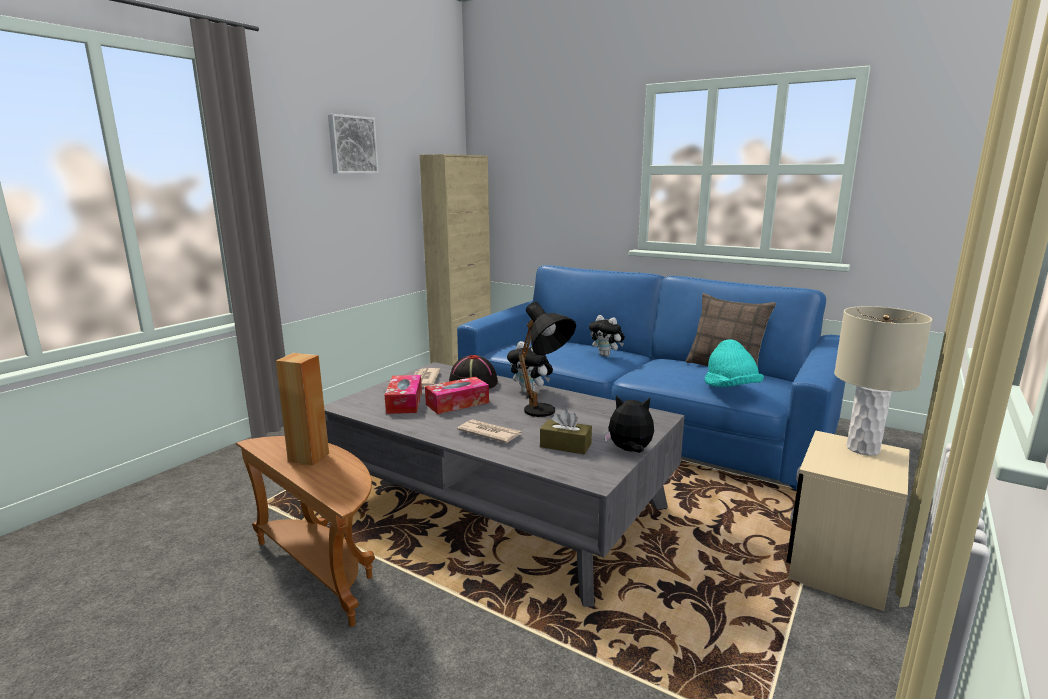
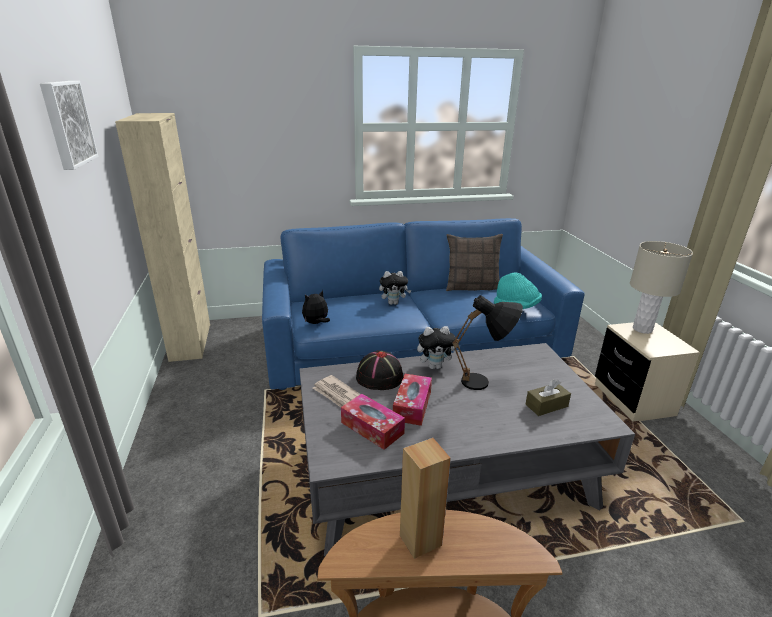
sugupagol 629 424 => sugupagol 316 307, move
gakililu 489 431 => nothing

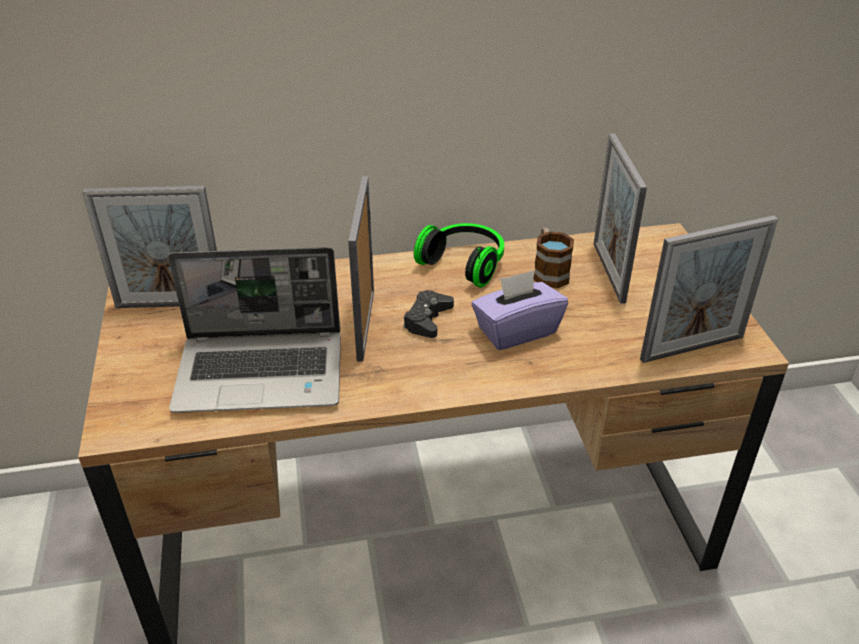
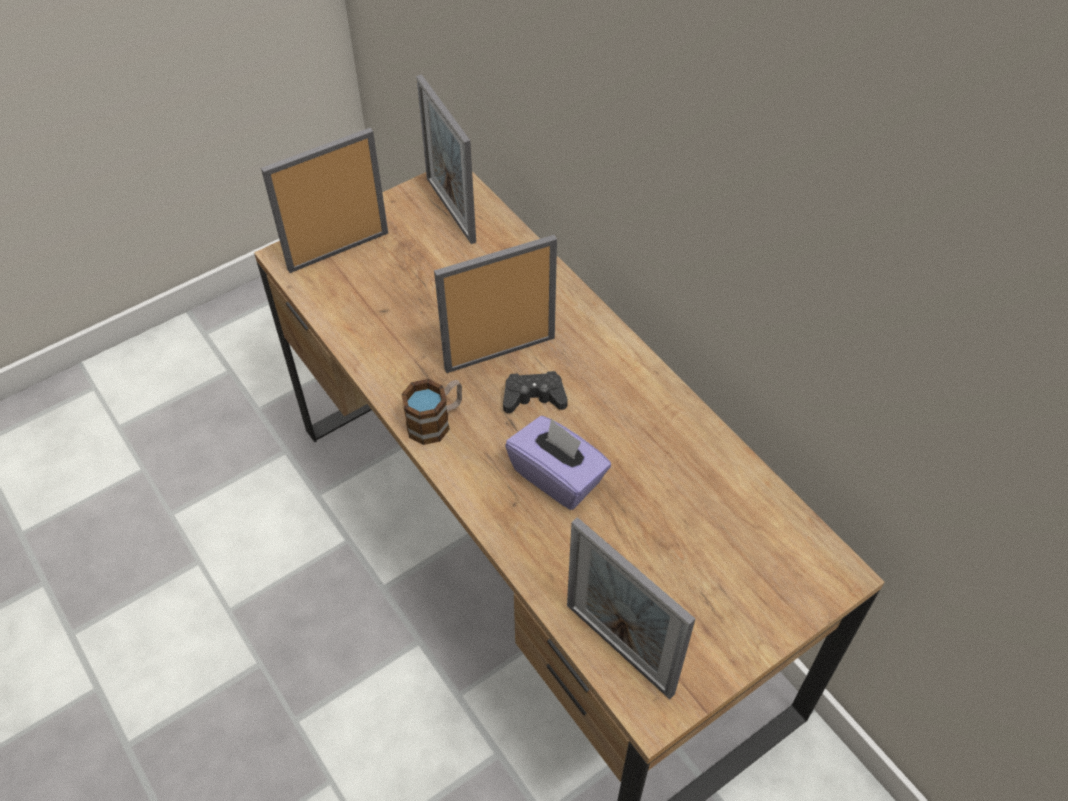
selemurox 620 218 => selemurox 324 200, move
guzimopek 554 257 => guzimopek 431 412, move
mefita 255 330 => nothing
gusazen 459 255 => nothing

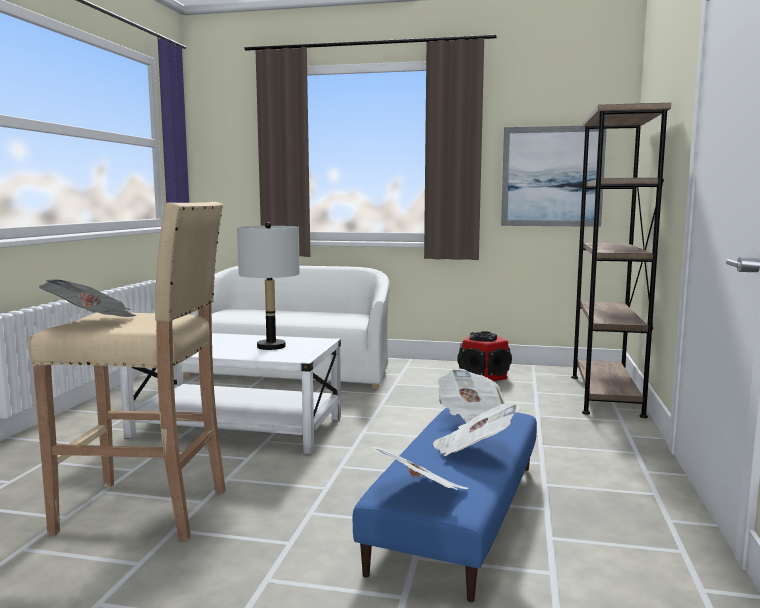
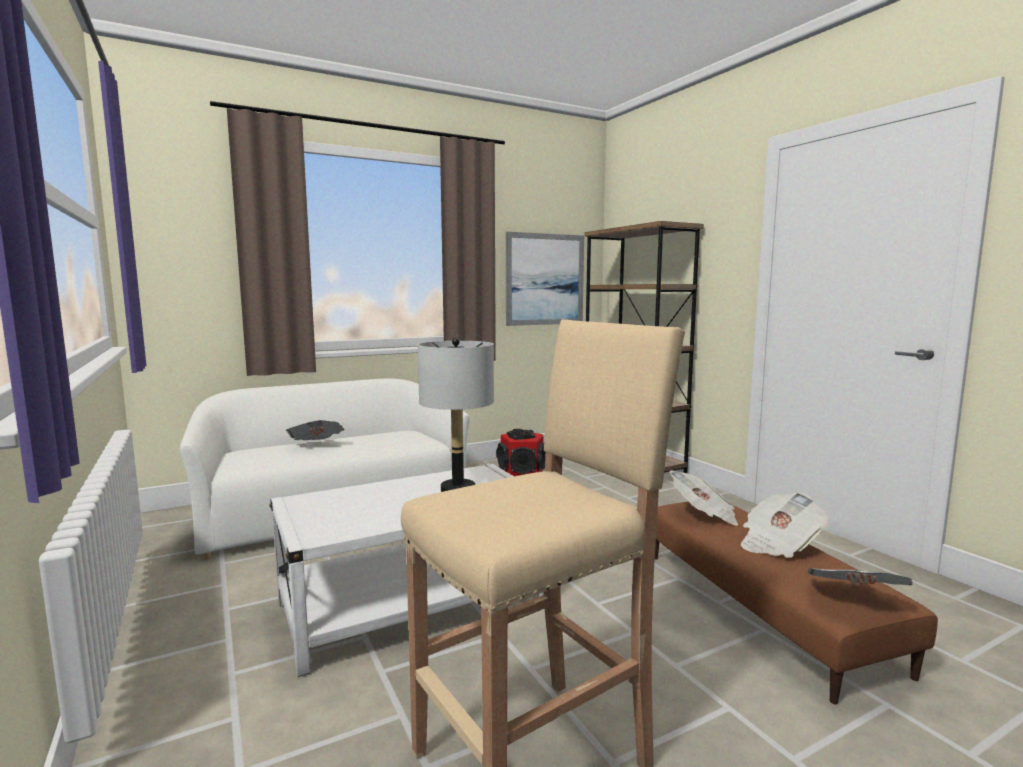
gakililu 87 298 => gakililu 315 430, move
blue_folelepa 445 504 => brown_folelepa 796 603

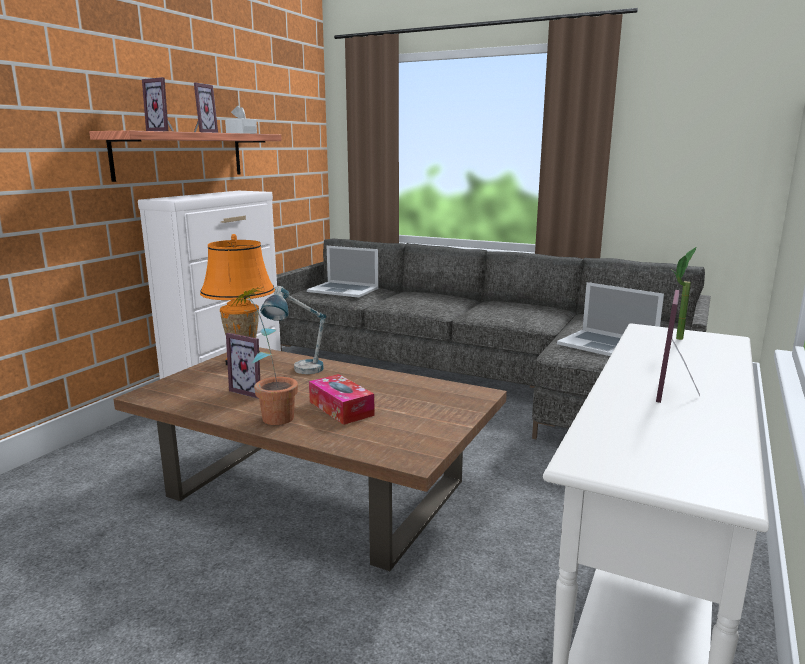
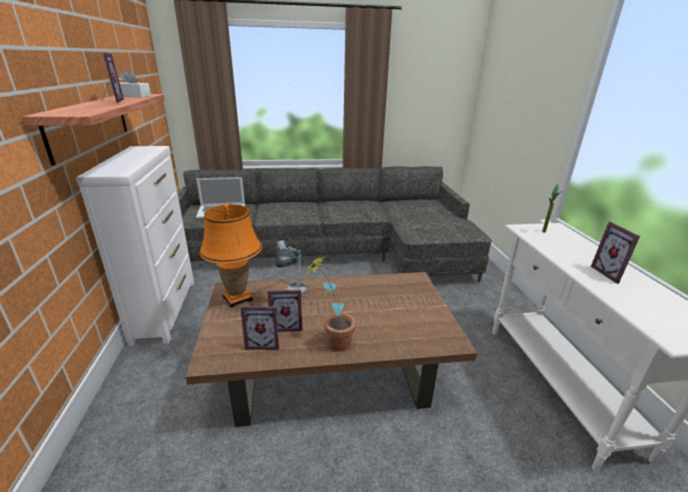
selemurox 158 104 => selemurox 259 328, move
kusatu 342 399 => nothing
mefita 610 319 => nothing

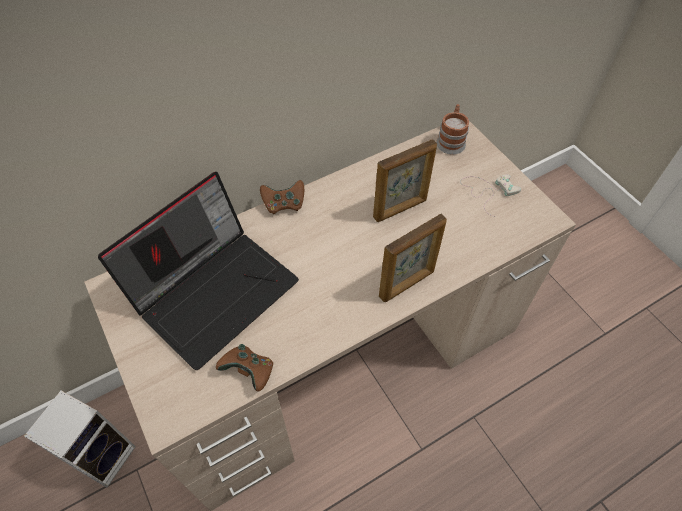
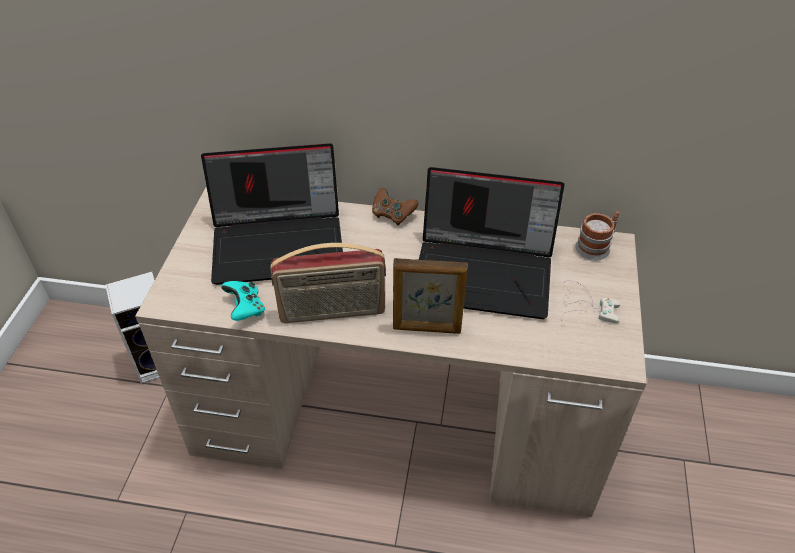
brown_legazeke 244 368 => turquoise_legazeke 243 301
nothing => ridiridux 328 283
selemurox 405 180 => mefita 492 243

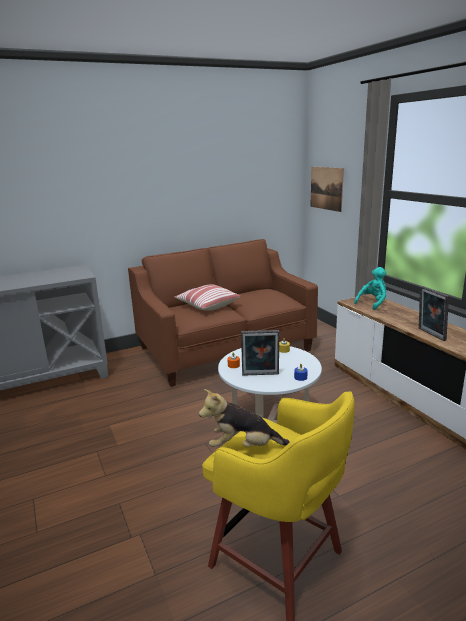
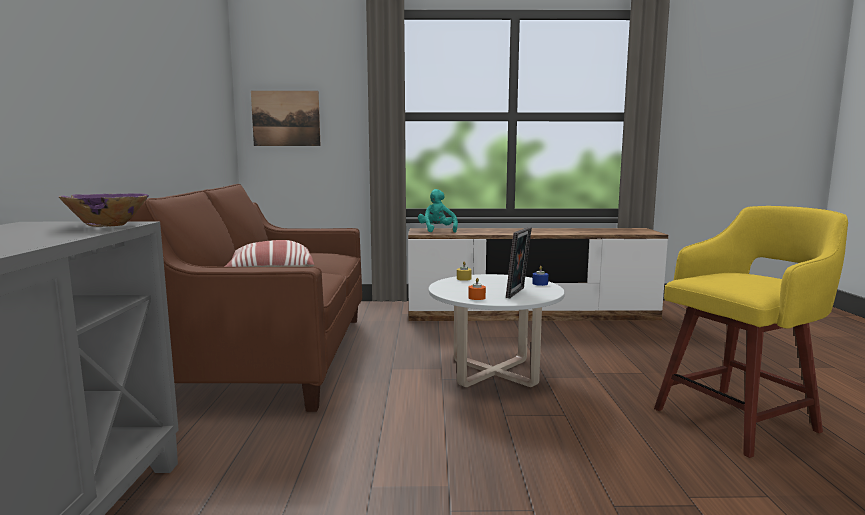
nothing => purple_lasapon 104 210
sugupagol 244 418 => nothing
selemurox 434 313 => nothing

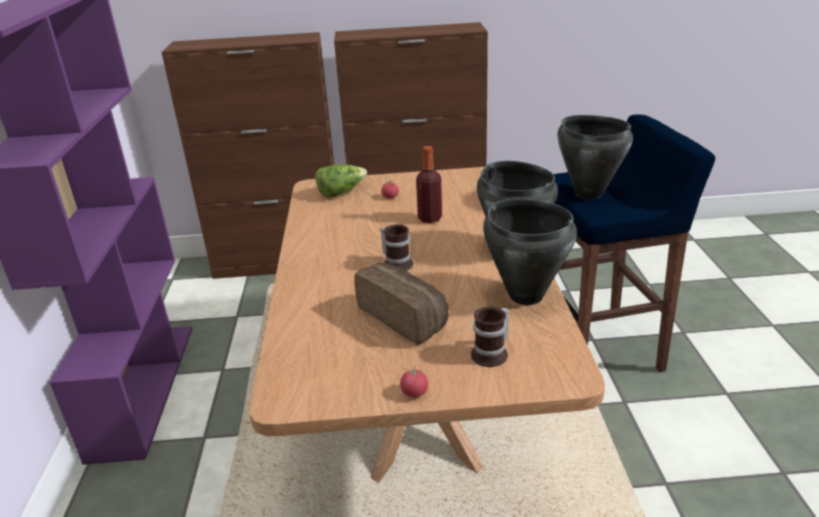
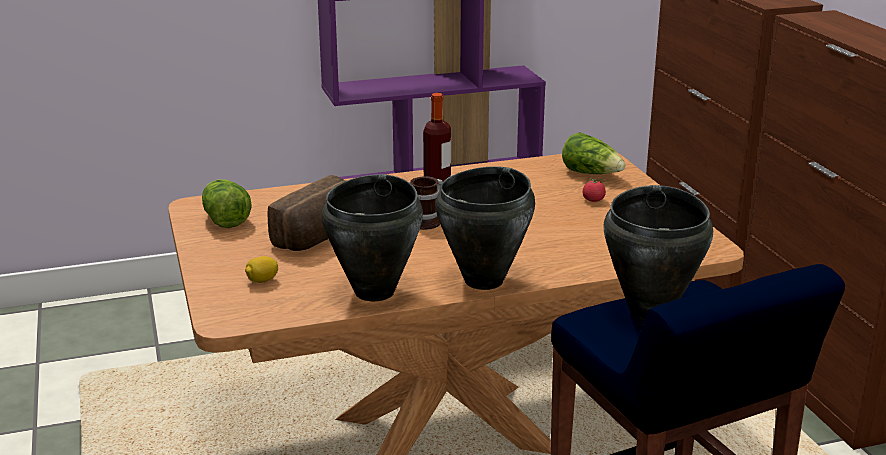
nothing => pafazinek 227 204
guzimopek 490 336 => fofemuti 261 269
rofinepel 429 184 => rofinepel 437 137, move
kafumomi 414 381 => nothing

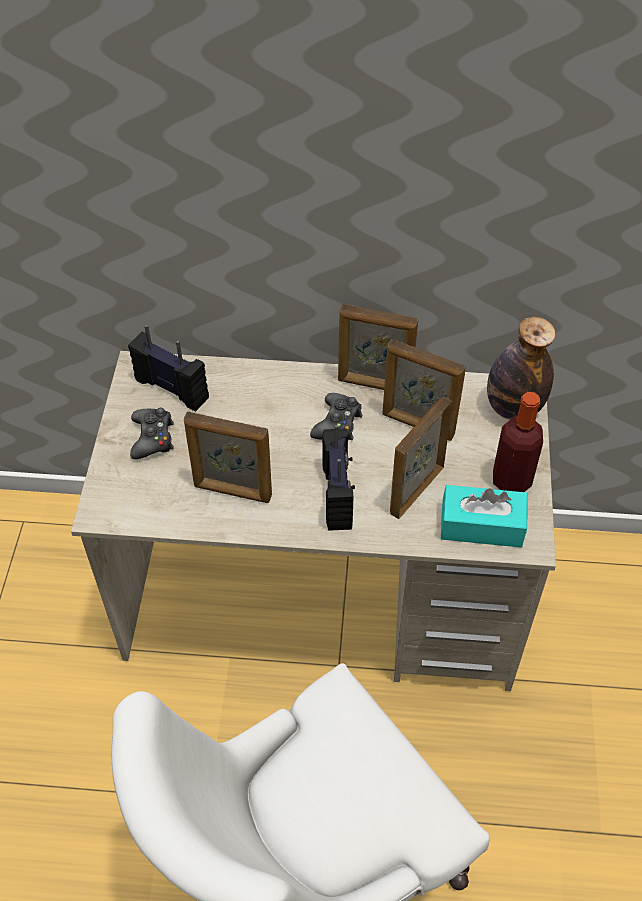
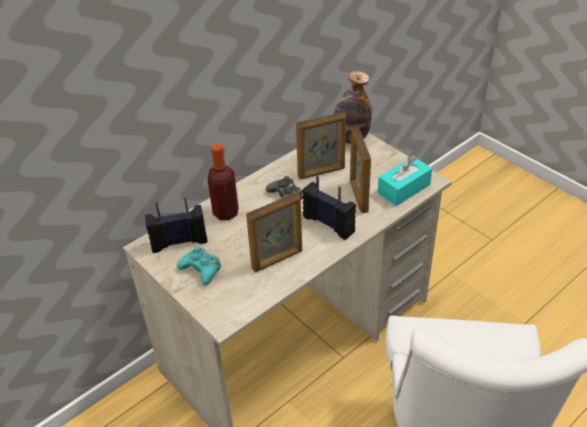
black_legazeke 152 433 => turquoise_legazeke 199 265
rofinepel 518 442 => rofinepel 223 182, move
selemurox 378 347 => nothing

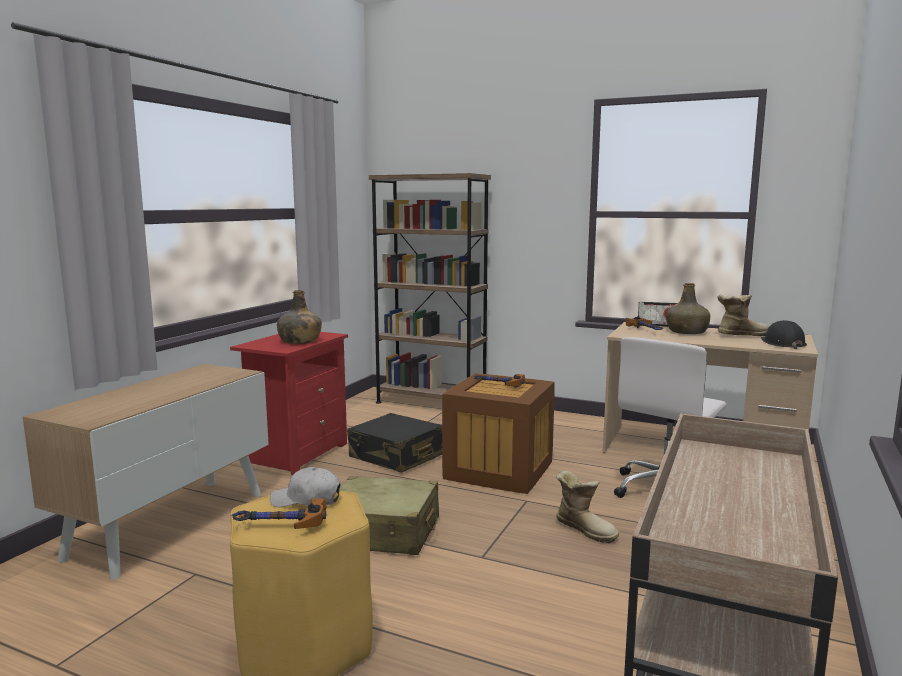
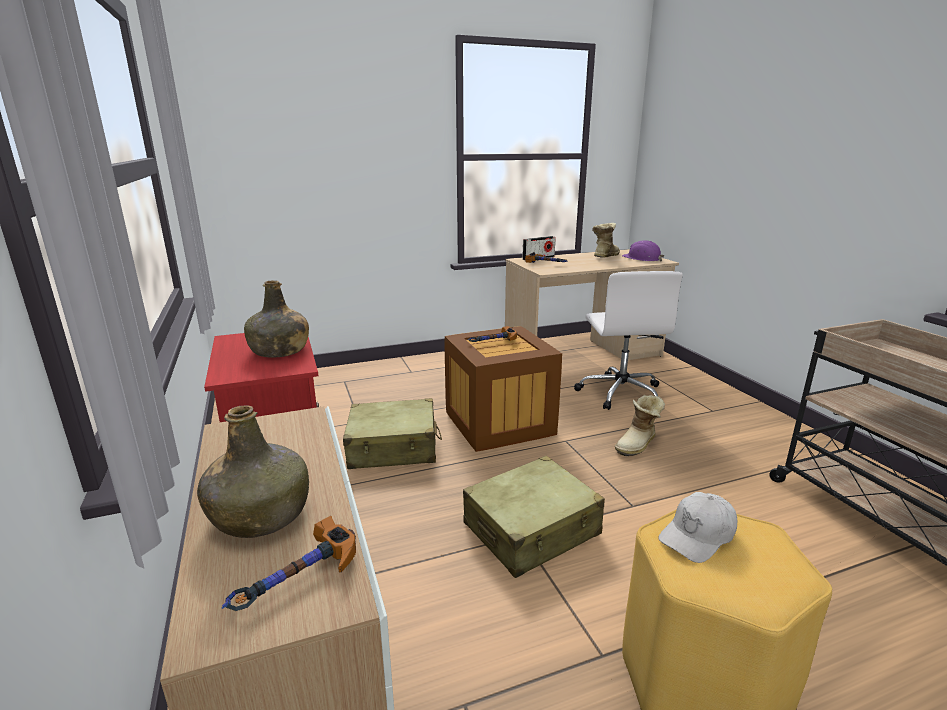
green_rofinepel 688 308 => green_rofinepel 253 471, move
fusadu 279 514 => fusadu 289 563, move
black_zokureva 394 443 => beige_zokureva 392 433
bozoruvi 587 507 => bozoruvi 640 425, 135 degrees clockwise
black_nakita 784 334 => purple_nakita 643 251
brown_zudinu 430 288 => nothing

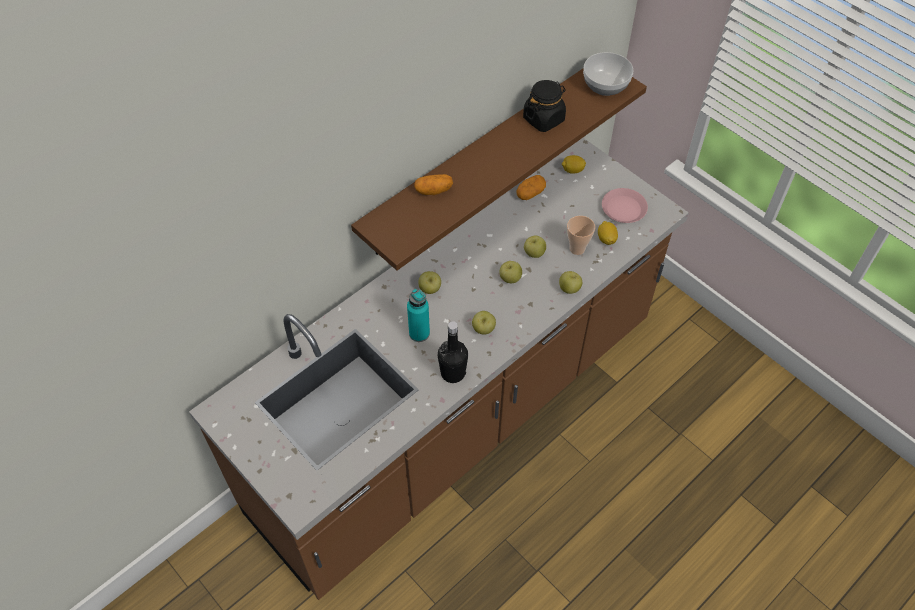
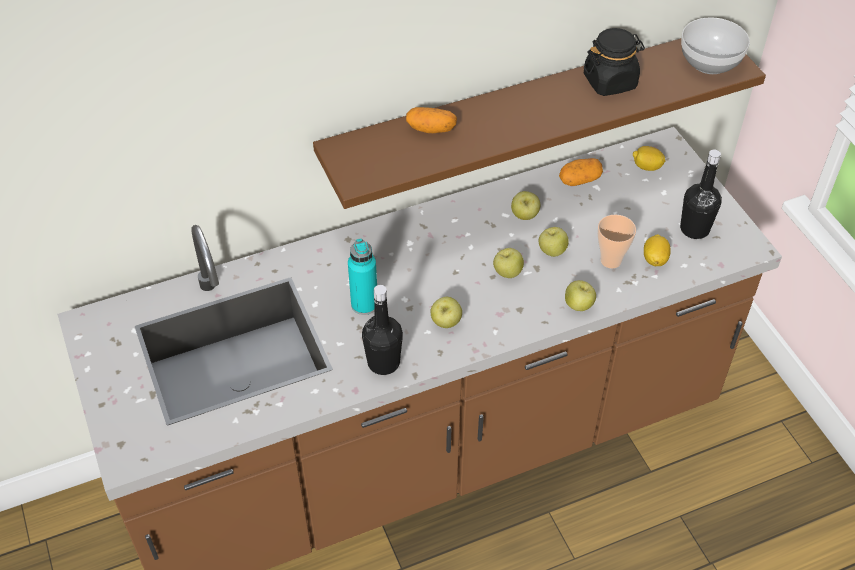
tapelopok 429 282 => tapelopok 525 205, move
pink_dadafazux 625 205 => black_rofinepel 701 194

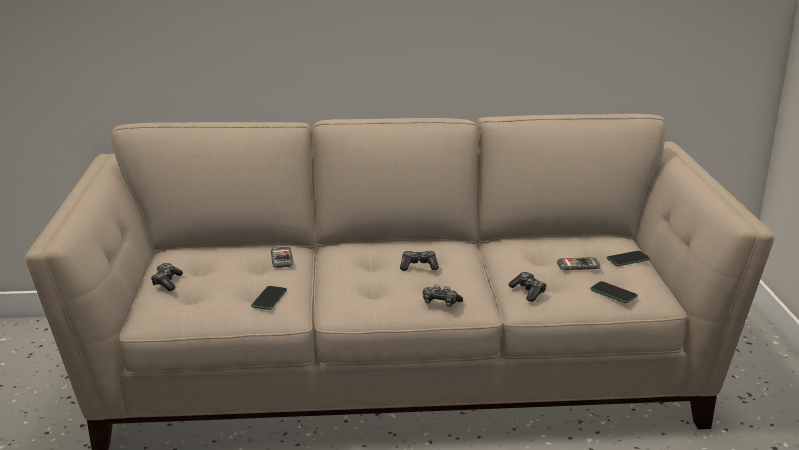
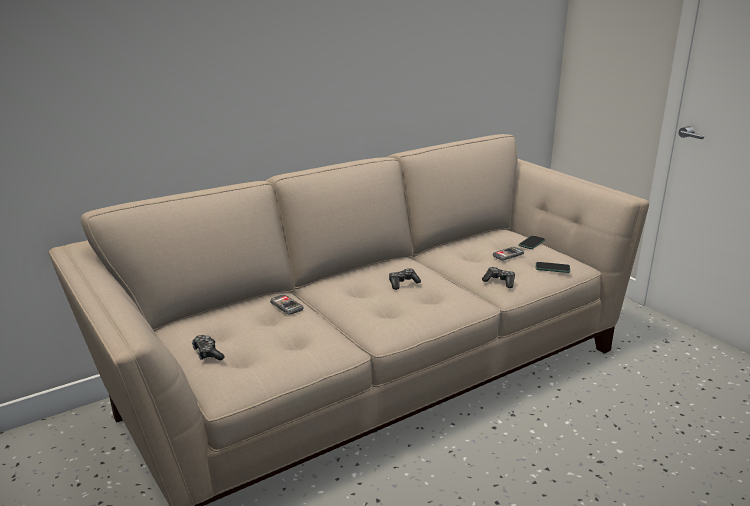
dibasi 269 298 => nothing
legazeke 443 296 => nothing

